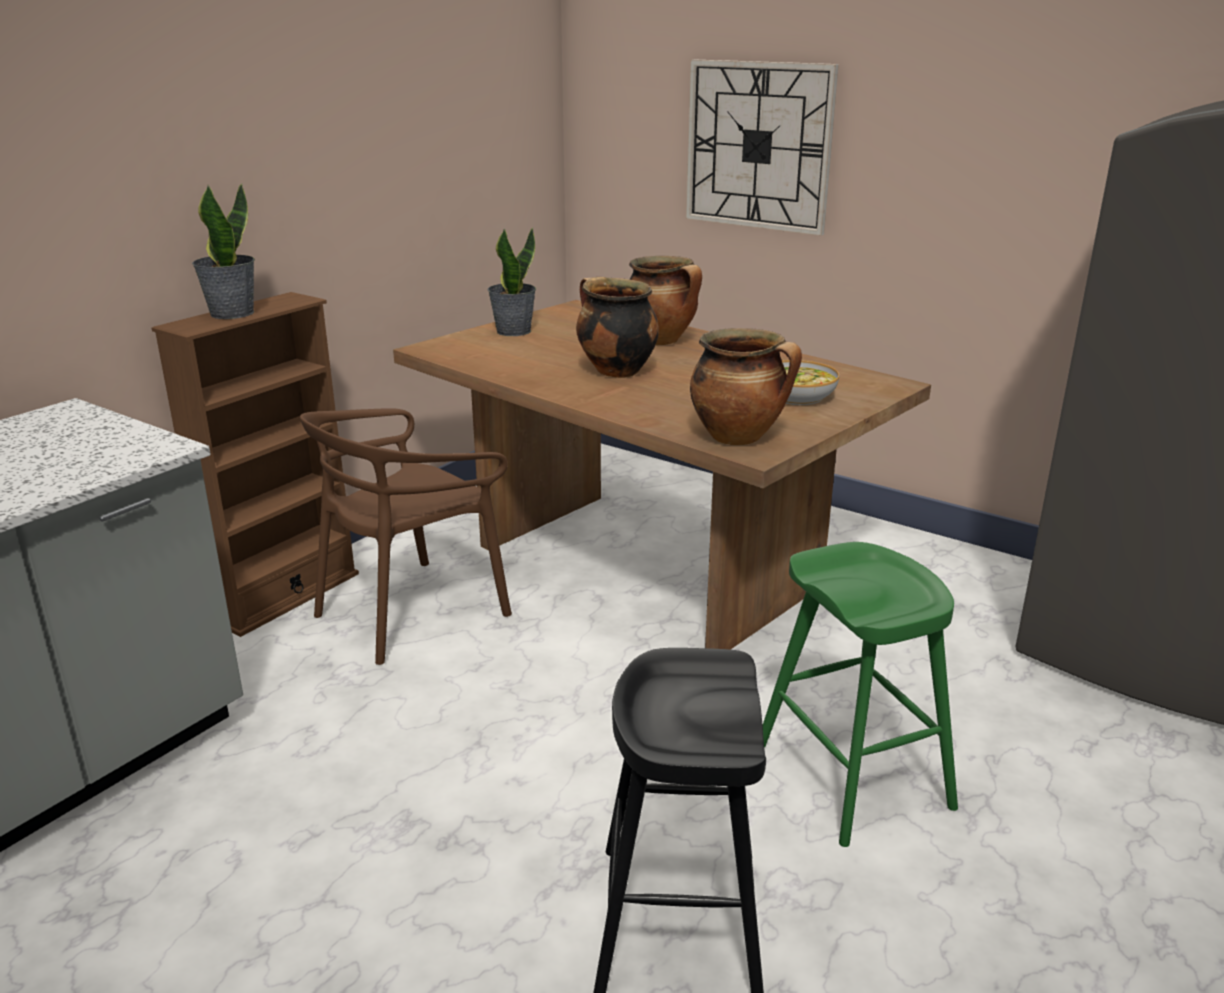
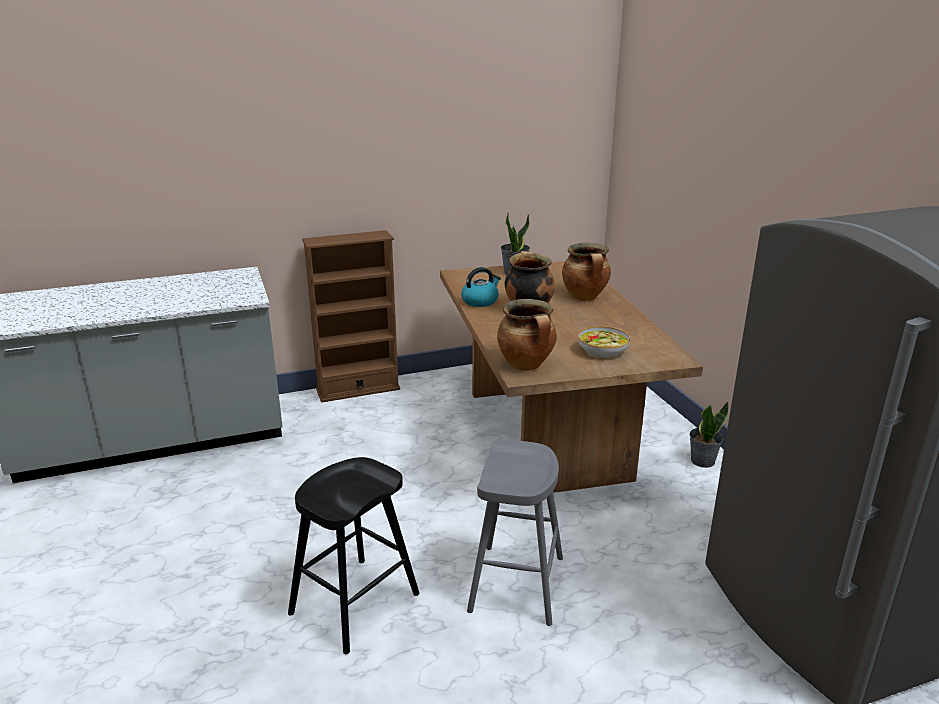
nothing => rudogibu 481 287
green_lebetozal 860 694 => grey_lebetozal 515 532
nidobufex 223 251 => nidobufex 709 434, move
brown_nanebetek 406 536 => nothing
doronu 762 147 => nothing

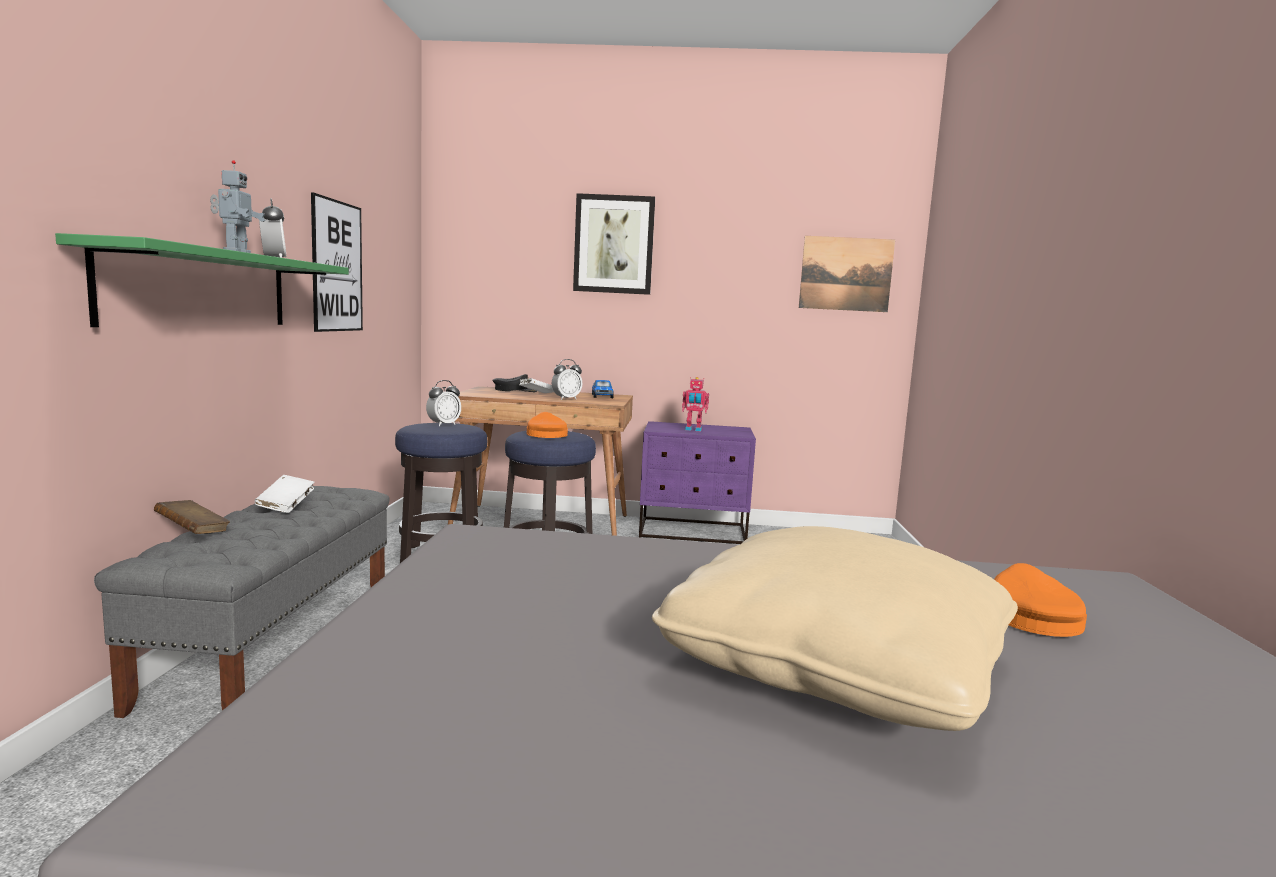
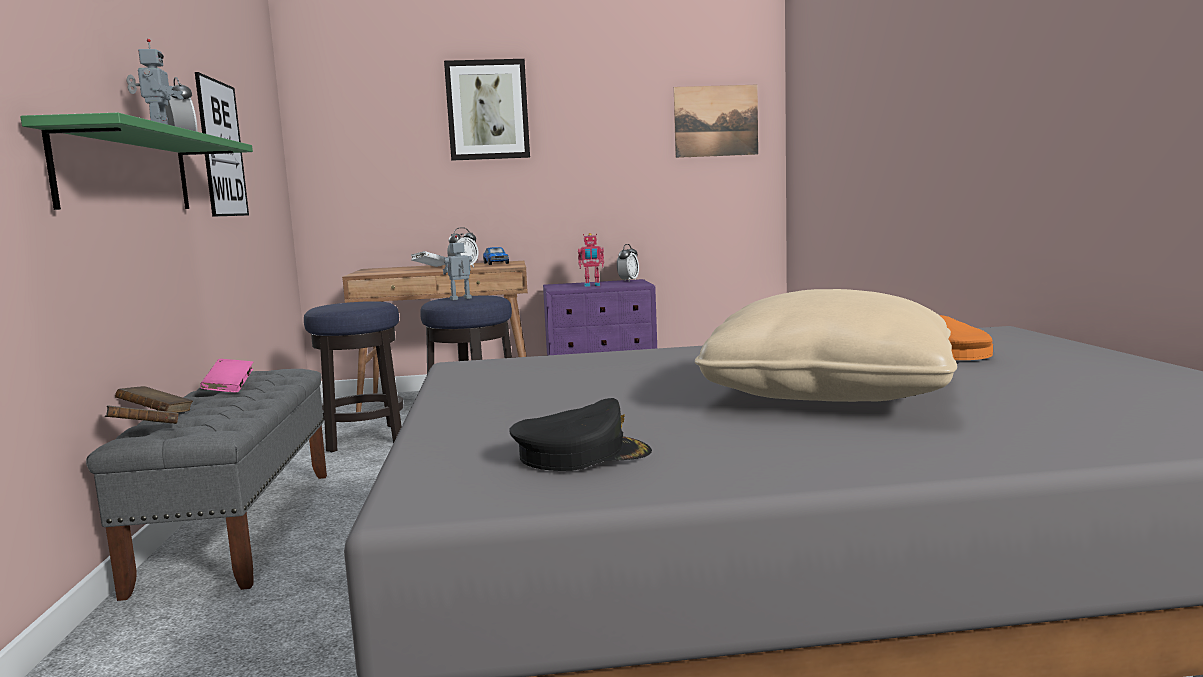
nothing => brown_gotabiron 142 414
white_gotabiron 284 494 => pink_gotabiron 226 376
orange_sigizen 547 425 => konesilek 457 267
black_sigizen 515 383 => black_sigizen 580 434, move
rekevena 443 403 => rekevena 628 263, move

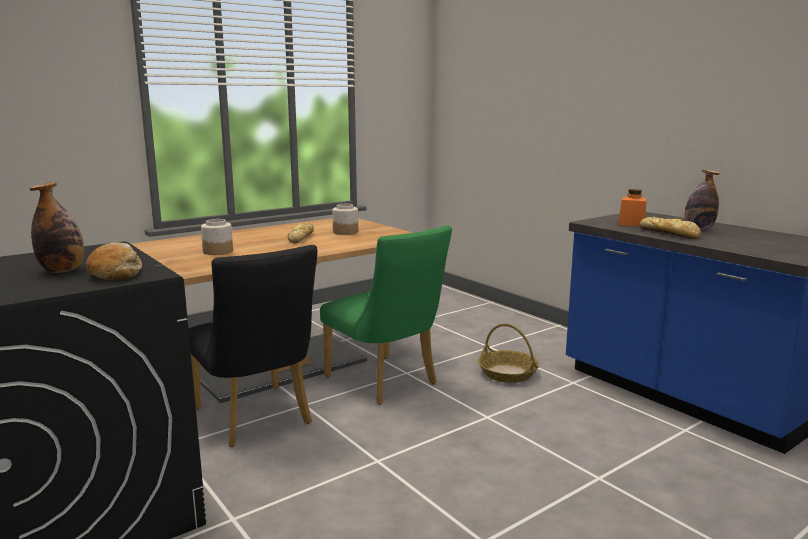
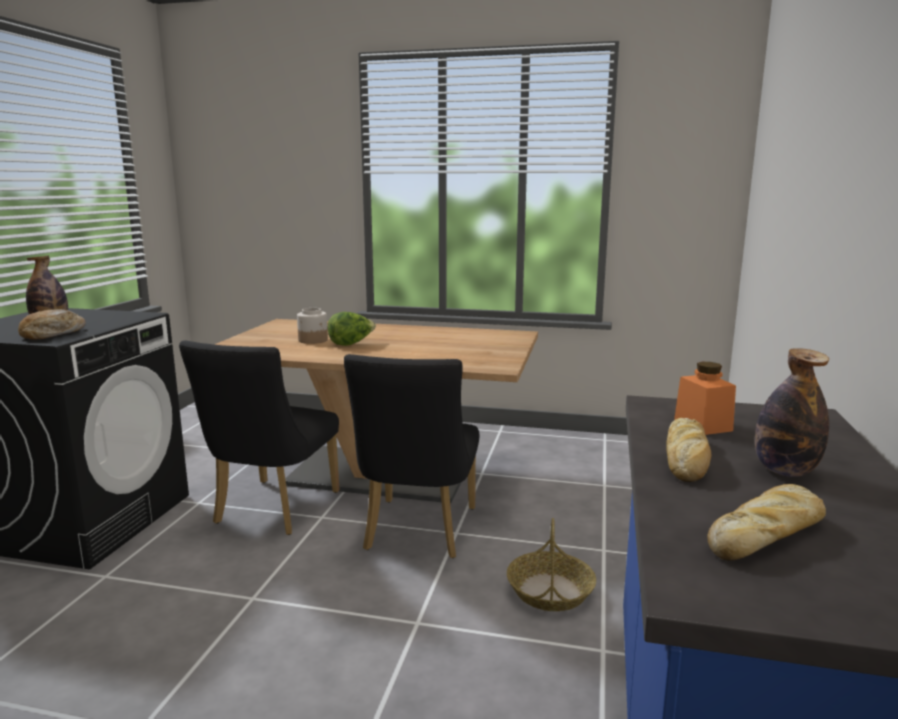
nothing => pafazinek 352 329
green_nanebetek 386 315 => black_nanebetek 411 456
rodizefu 301 232 => rodizefu 767 522, move
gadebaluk 345 219 => nothing

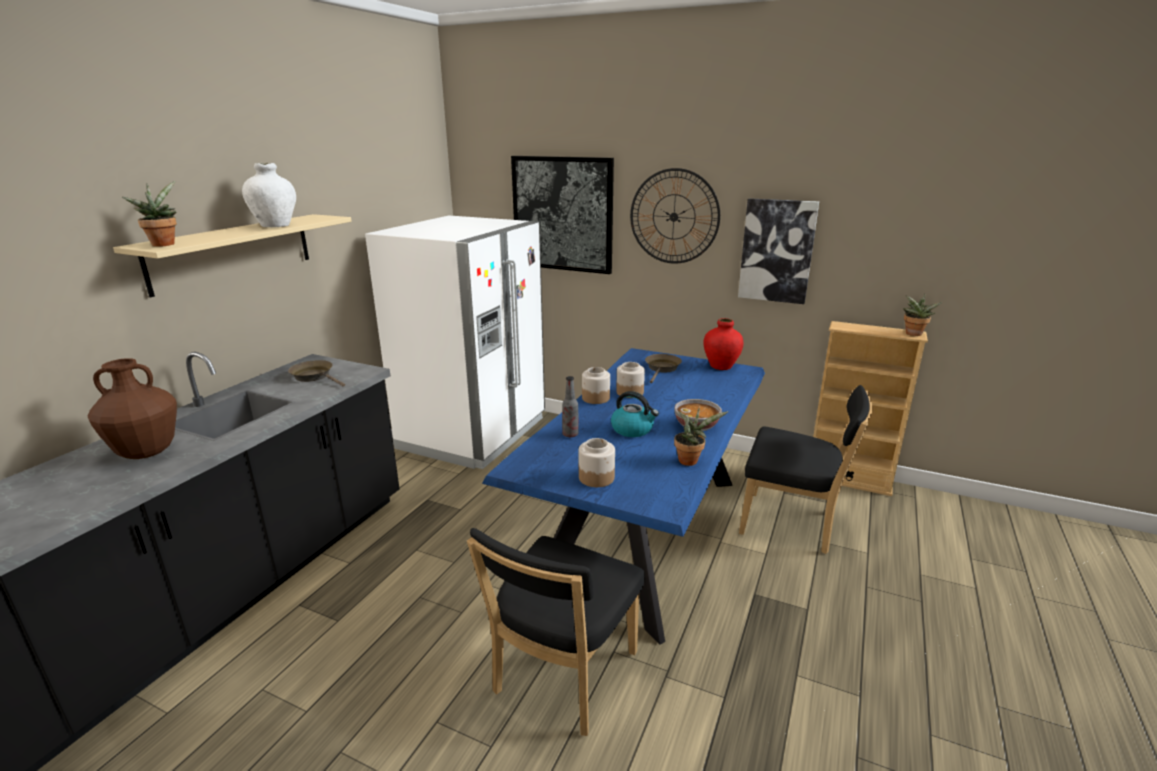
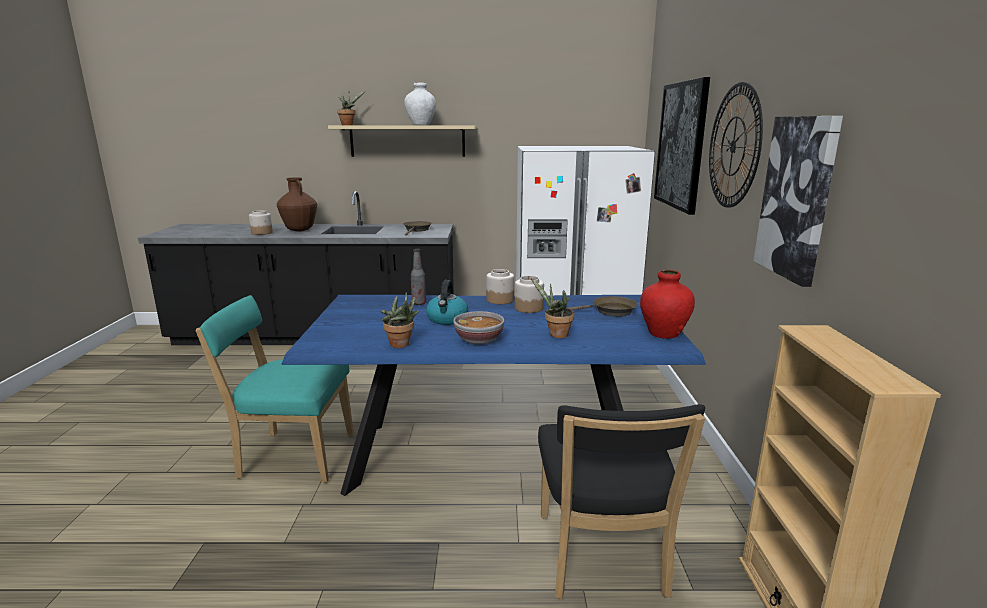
black_nanebetek 555 632 => turquoise_nanebetek 274 389
gadebaluk 597 462 => gadebaluk 261 222, move
nidobufex 922 315 => nidobufex 553 308, move

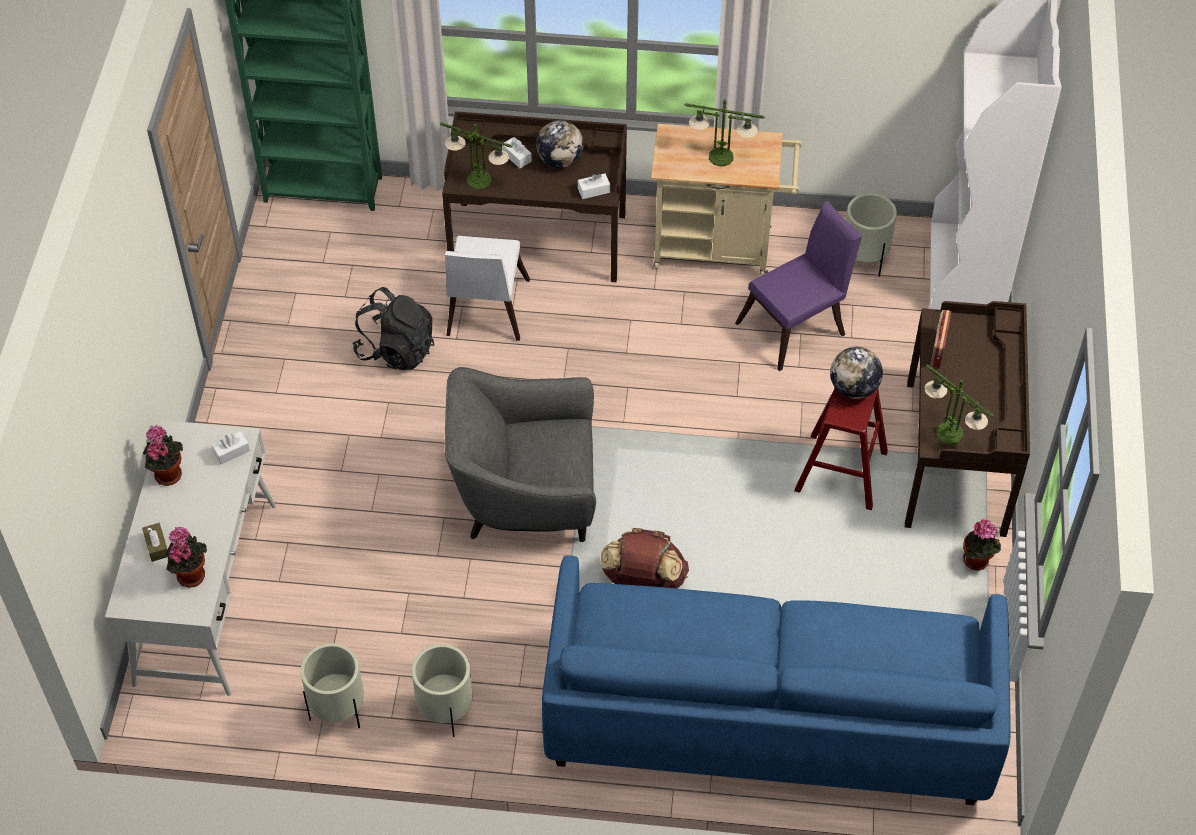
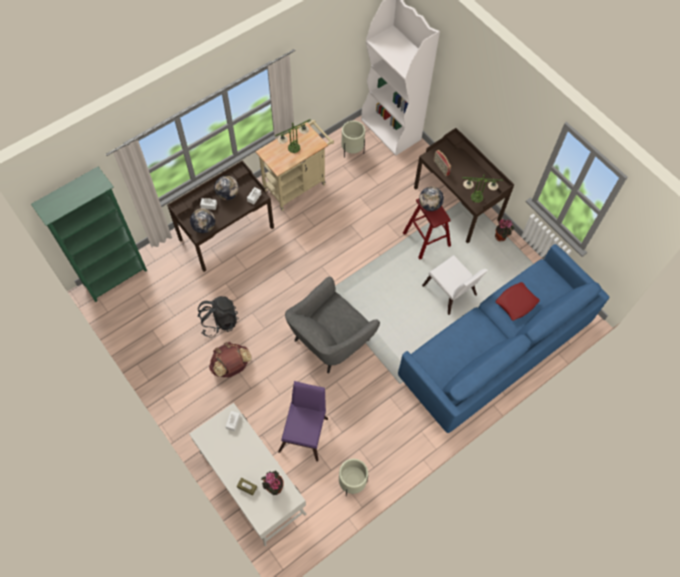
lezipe 476 156 => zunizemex 202 220
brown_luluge 644 558 => brown_luluge 230 359, move
purple_nanebetek 798 286 => purple_nanebetek 303 421, move
white_nanebetek 487 288 => white_nanebetek 455 285, move
nothing => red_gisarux 517 301
nidobufex 163 456 => nothing
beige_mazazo 442 690 => nothing

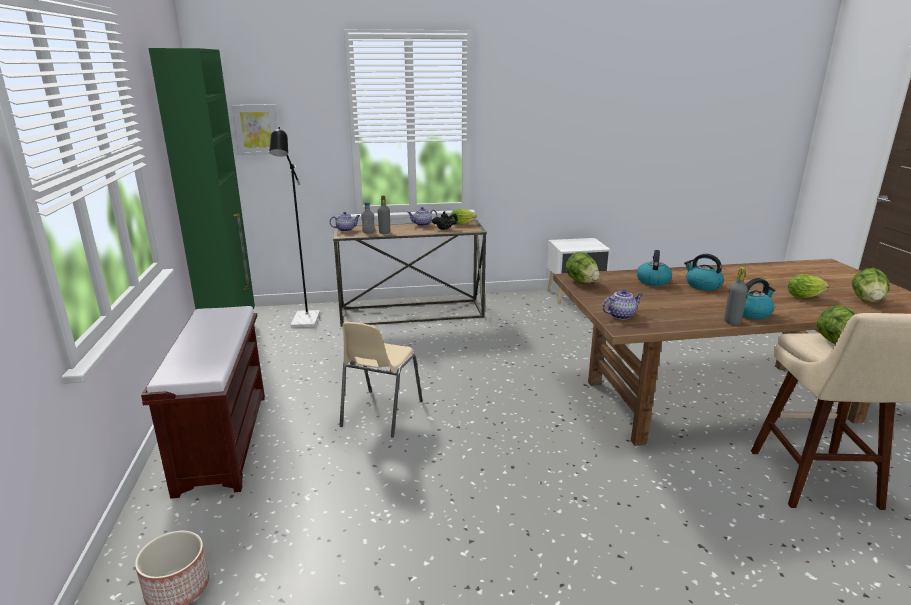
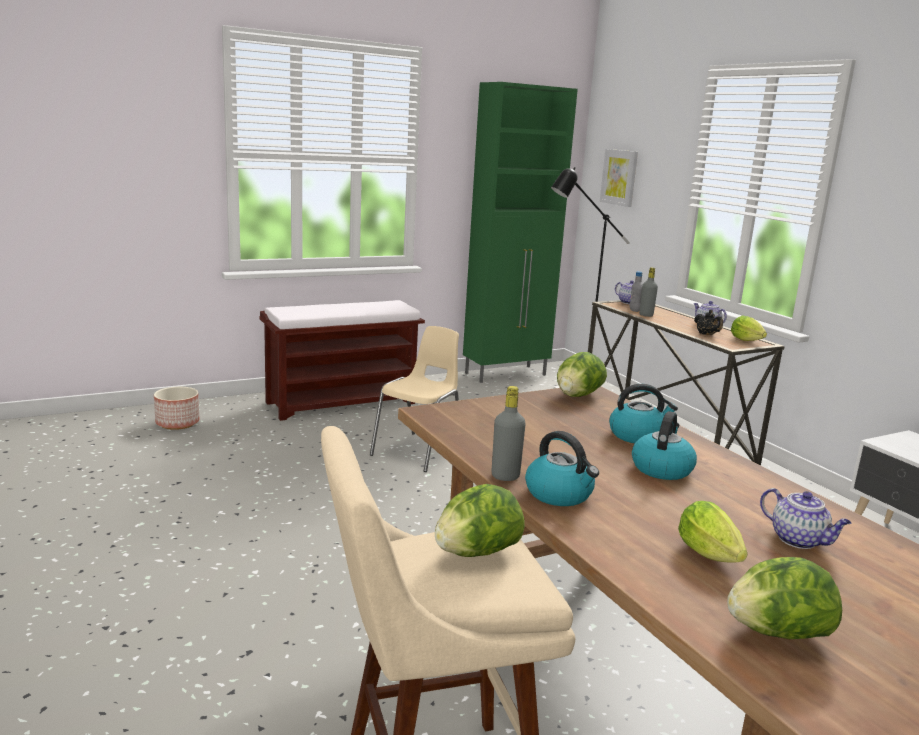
beige_nanebetek 381 380 => beige_nanebetek 414 399, 120 degrees clockwise
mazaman 622 304 => mazaman 805 518, move

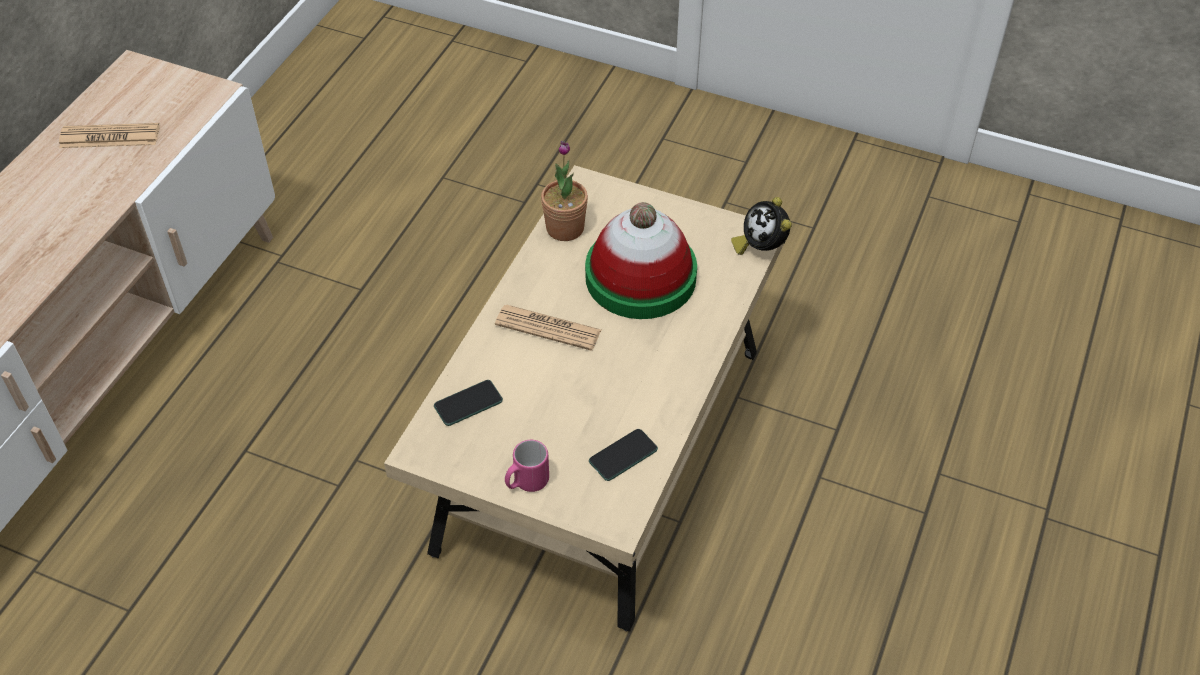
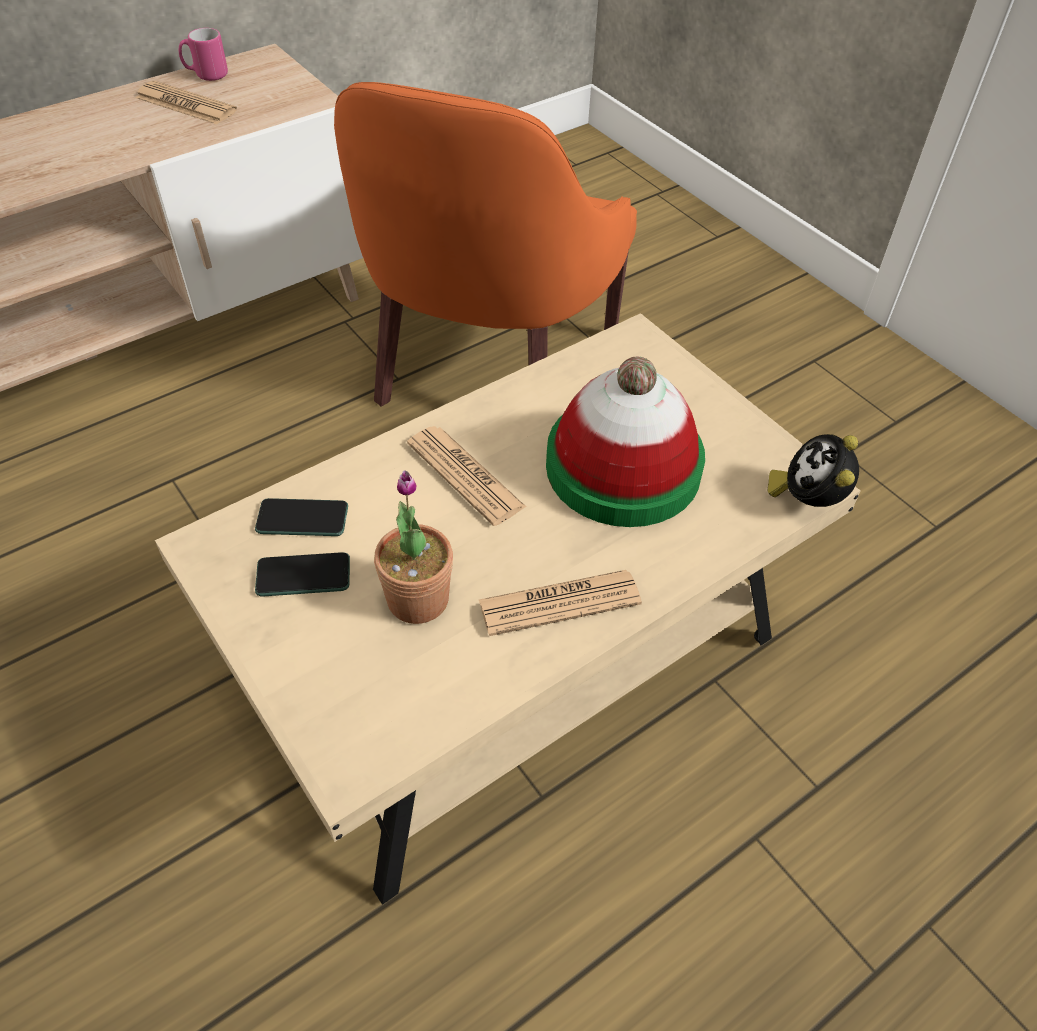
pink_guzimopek 527 466 => pink_guzimopek 203 54, move
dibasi 623 455 => dibasi 302 574, move
nothing => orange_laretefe 485 244
nidobufex 564 191 => nidobufex 413 547, move
nothing => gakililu 560 603

